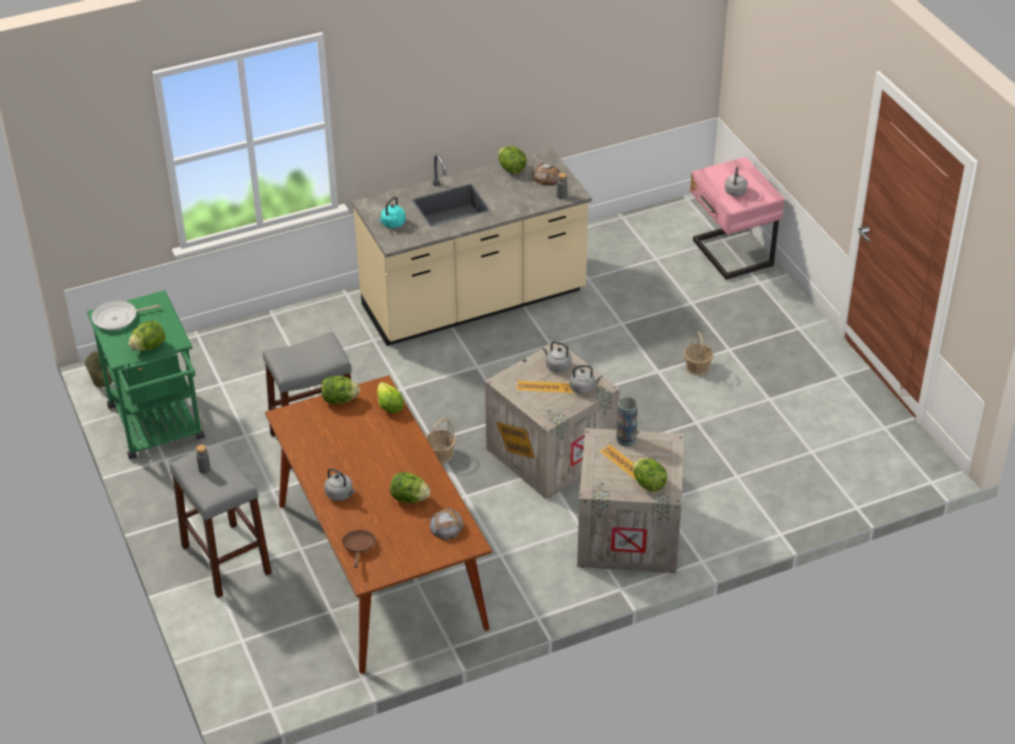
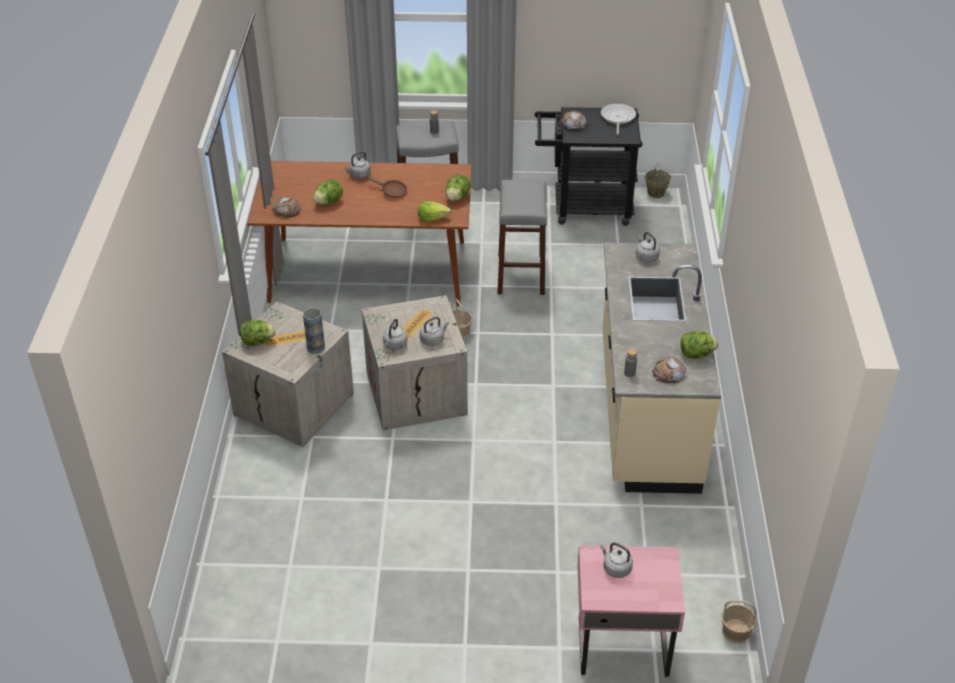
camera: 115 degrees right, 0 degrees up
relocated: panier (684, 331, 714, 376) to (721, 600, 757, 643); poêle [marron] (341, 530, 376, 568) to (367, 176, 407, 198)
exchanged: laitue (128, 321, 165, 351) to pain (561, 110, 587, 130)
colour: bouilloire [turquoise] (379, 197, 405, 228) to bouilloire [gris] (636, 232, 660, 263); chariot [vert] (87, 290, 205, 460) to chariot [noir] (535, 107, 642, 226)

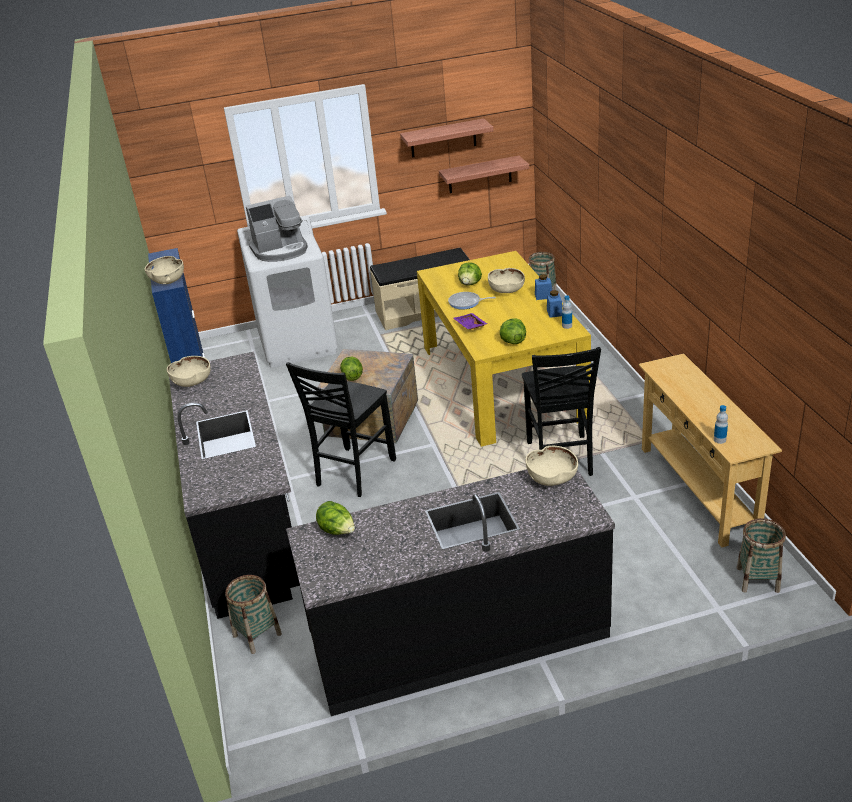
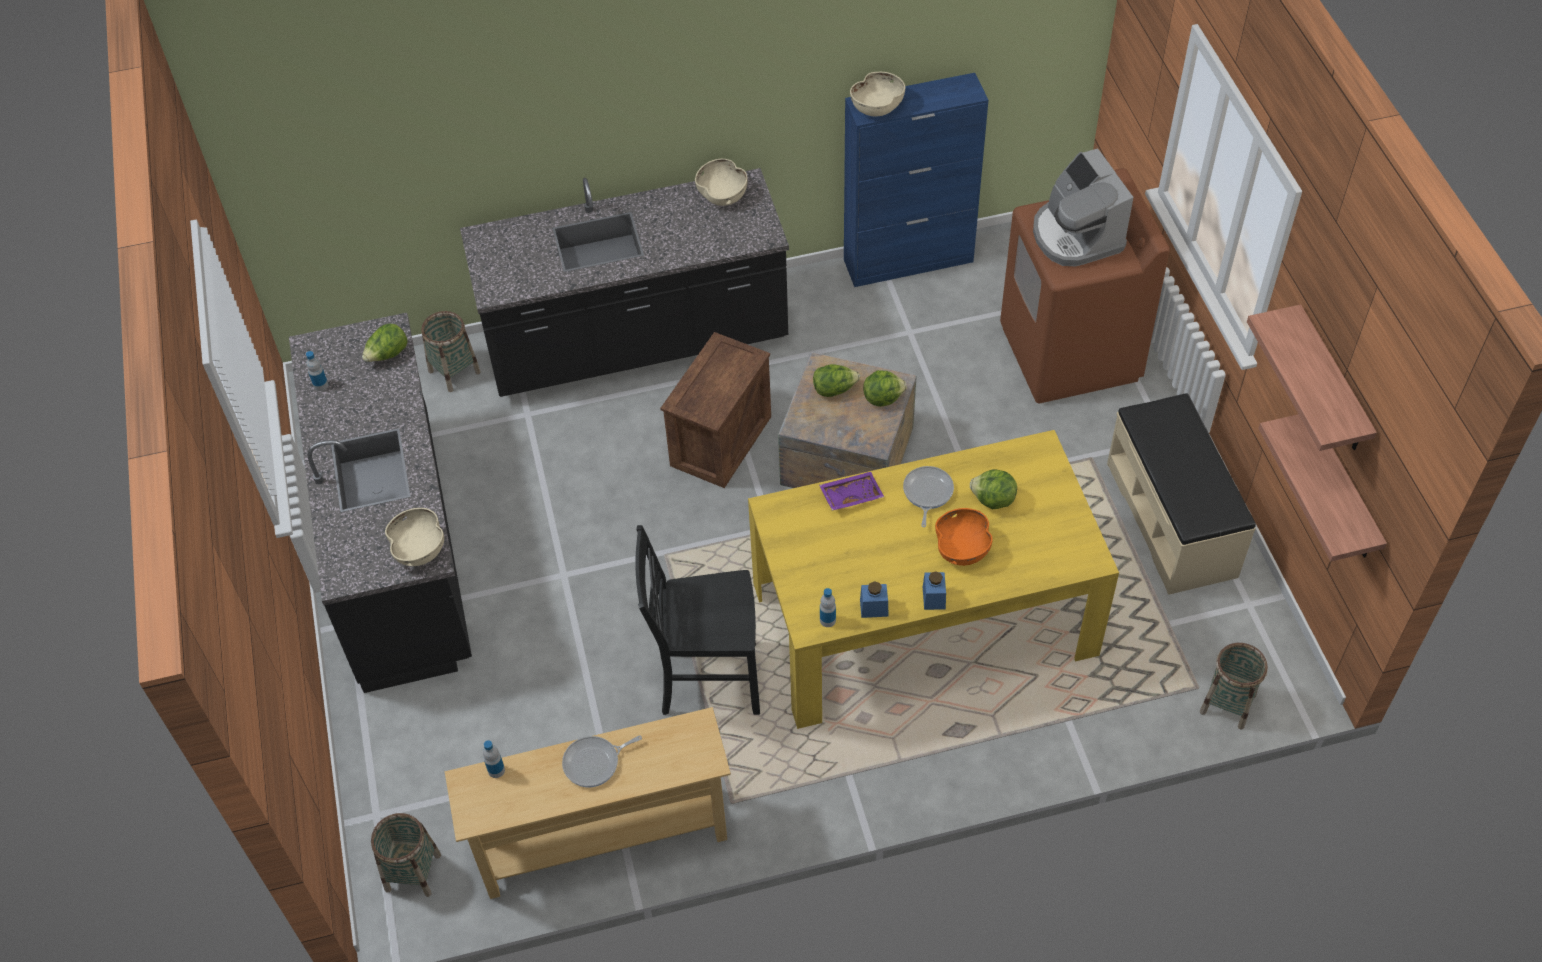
camera: 90 degrees right, 20 degrees up
appeared: bouteille (306, 351, 328, 391); poêle (562, 735, 642, 787)
relocated: laitue (500, 318, 526, 344) to (863, 370, 907, 407)
exchanged: chaise [noir] (286, 362, 396, 497) to caisse (660, 332, 771, 488)
colour: lave-linge [blanc] (237, 216, 338, 368) to lave-linge [marron] (1000, 168, 1170, 403); bol [beige] (488, 268, 525, 293) to bol [orange] (935, 508, 993, 566)

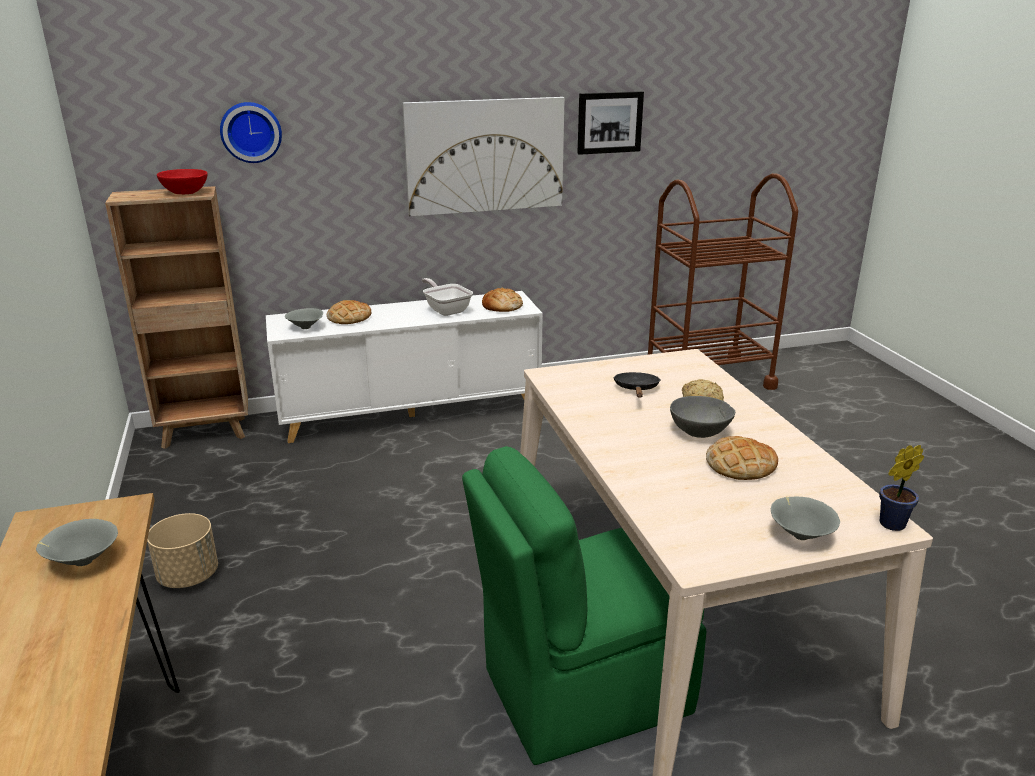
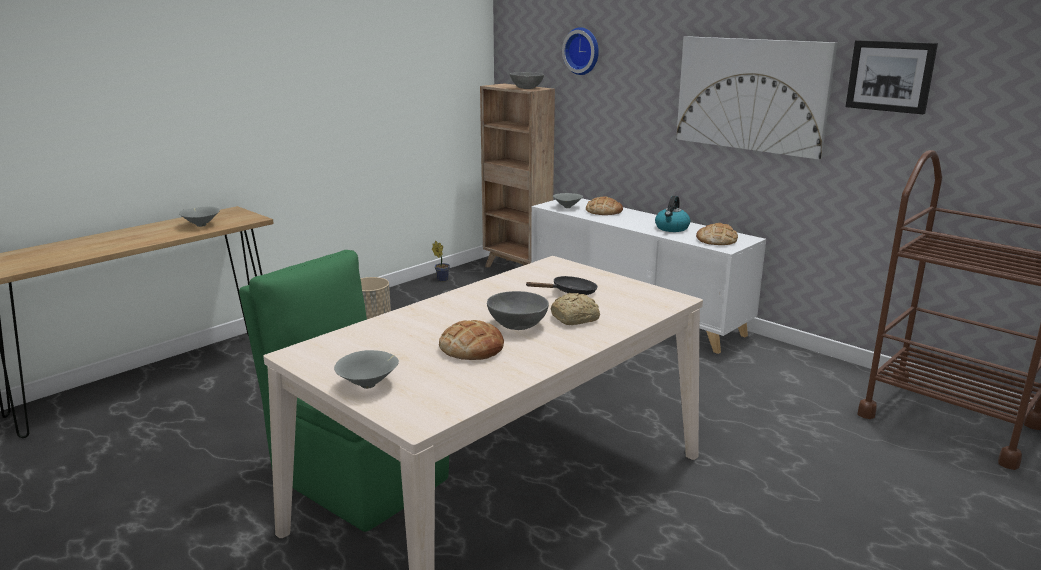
camera: 60 degrees right, 5 degrees down
relocated: plante en pot (879, 445, 924, 531) to (432, 241, 450, 282)
exchanged: poêle (422, 278, 473, 316) to bouilloire (655, 196, 690, 232)
colour: bol [rouge] (157, 169, 208, 194) to bol [gris] (510, 72, 544, 89)

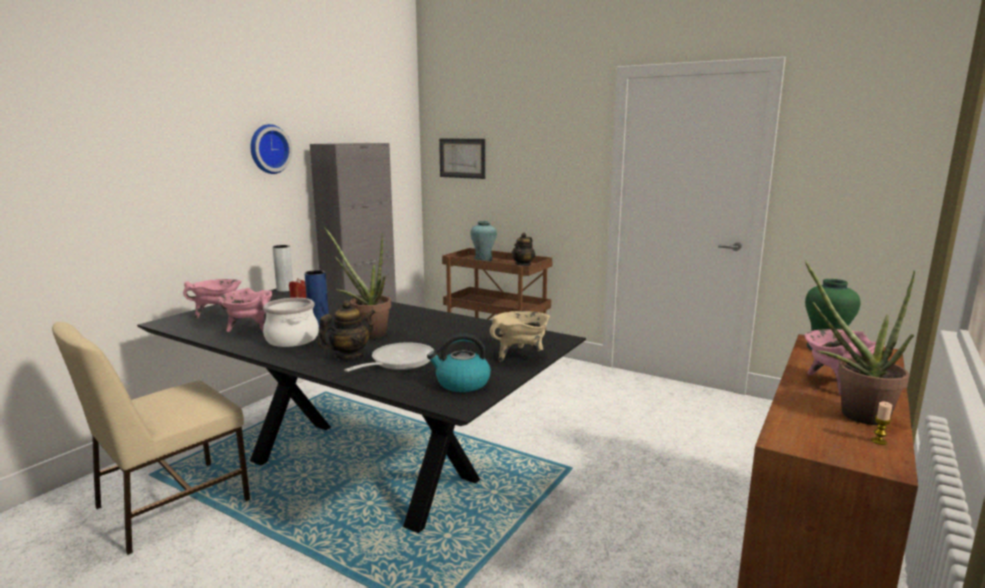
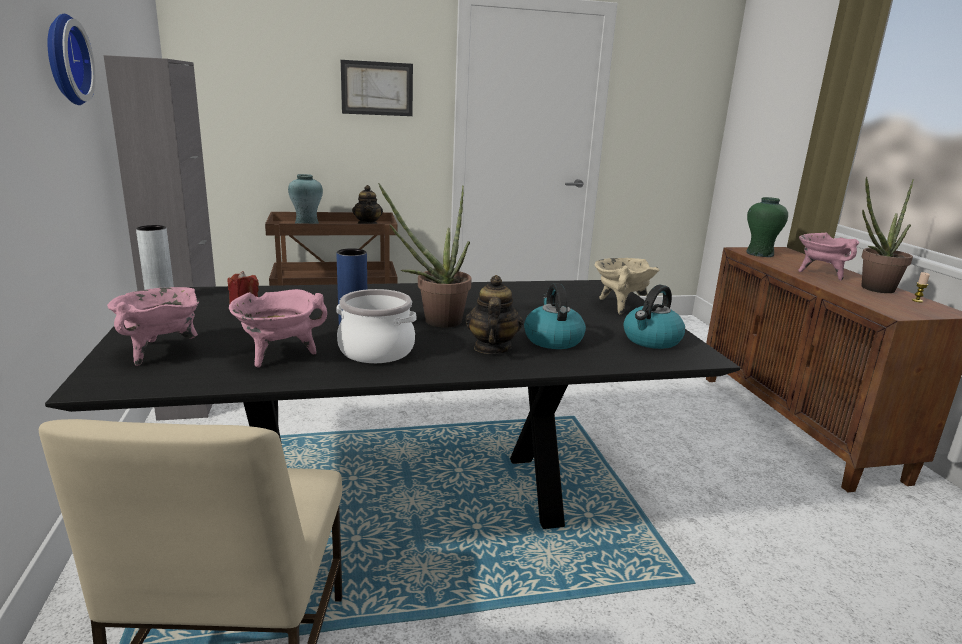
camera: 45 degrees left, 5 degrees up
relocated: tableau (439, 138, 485, 179) to (341, 60, 413, 116)
exchanged: poêle (344, 342, 434, 372) to bouilloire (524, 284, 586, 349)

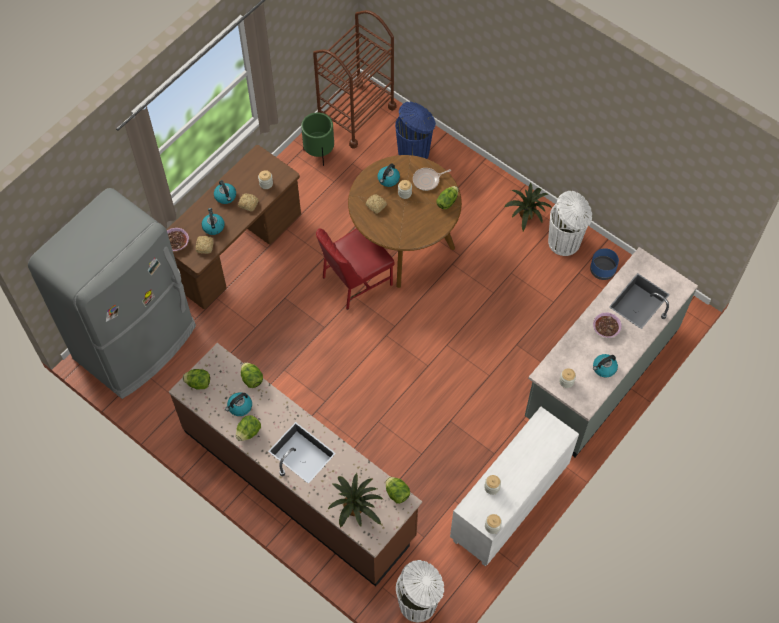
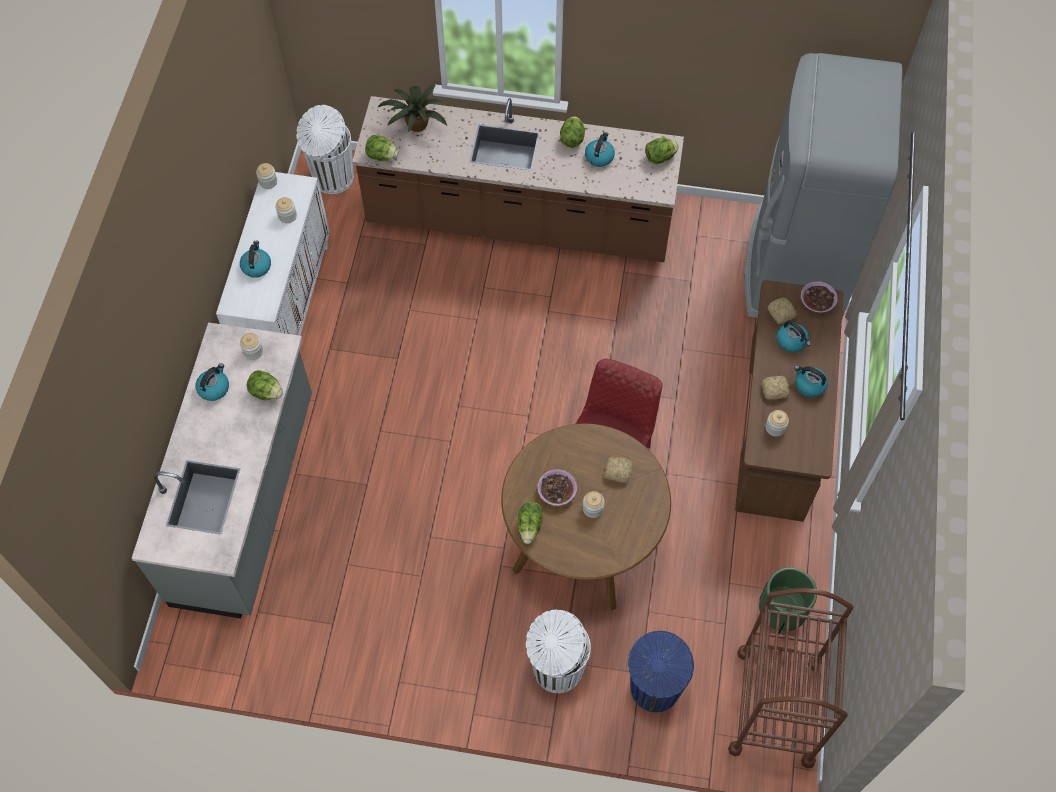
camera: 150 degrees right, 0 degrees up
missing: poêle (413, 168, 451, 191); plante en pot (505, 183, 552, 231); cache-pot [bleu] (590, 248, 619, 280)
relocated: bouilloire (378, 164, 400, 187) to (240, 241, 271, 278); poubelle [blanc] (548, 191, 592, 256) to (526, 609, 591, 693); bol (593, 313, 621, 338) to (538, 469, 577, 506); laitue (241, 362, 263, 388) to (247, 370, 283, 400)

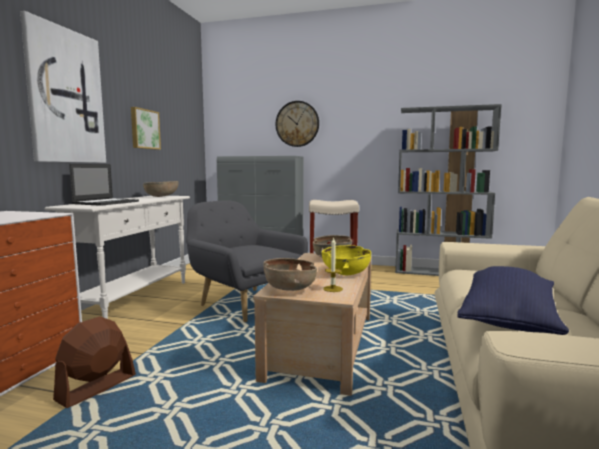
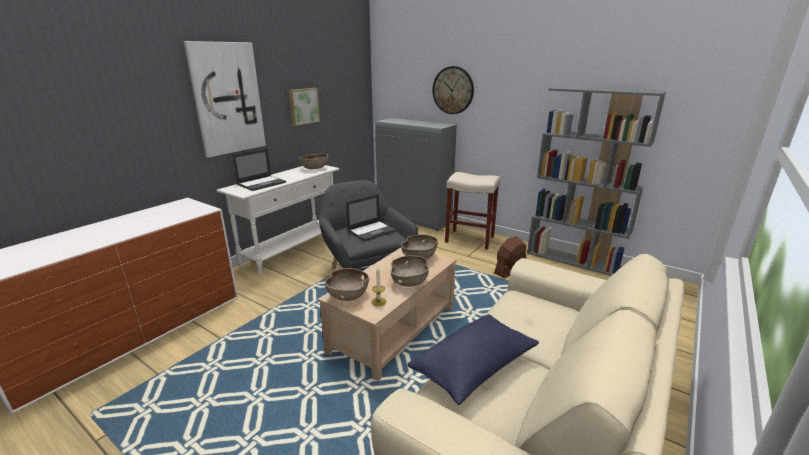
camera: 20 degrees right, 15 degrees up
appeared: ordinateur portable (346, 194, 397, 241)
relocated: ventilateur [marron] (53, 316, 136, 408) to (494, 236, 527, 278)
colour: bol [jaune] (322, 245, 371, 275) to bol [marron] (391, 255, 429, 287)

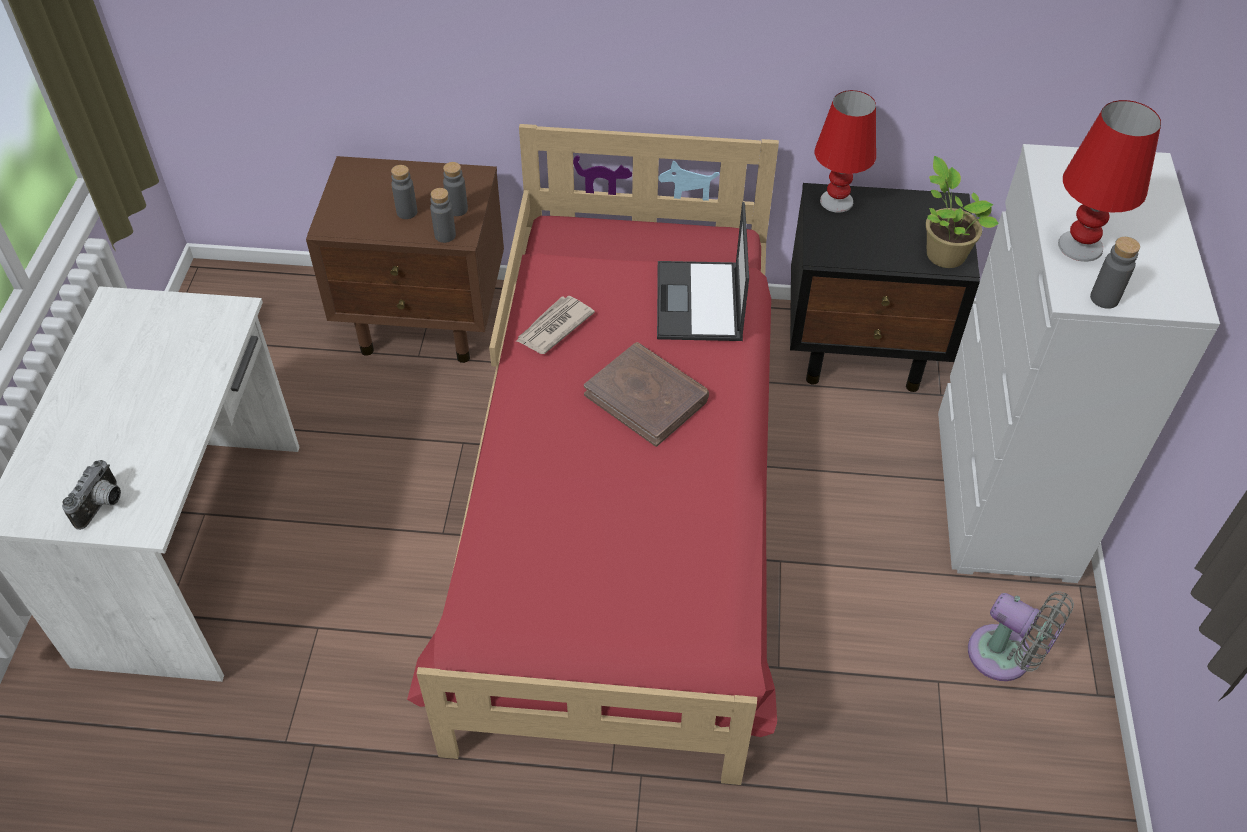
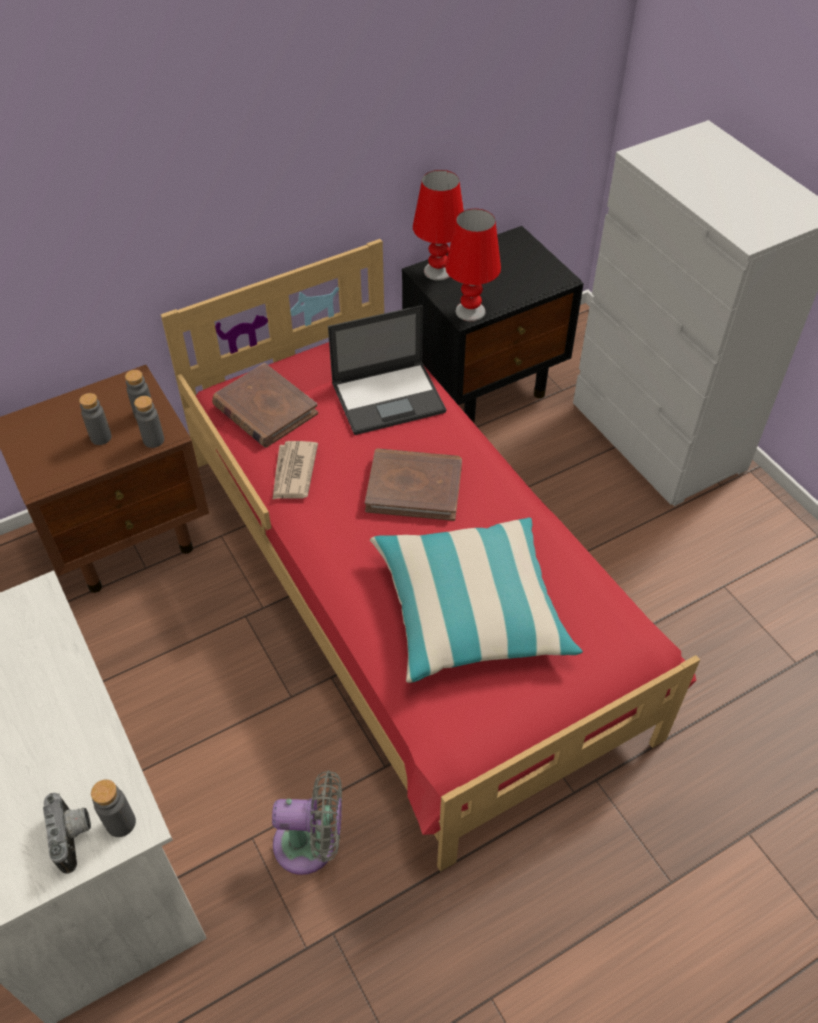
camera: 35 degrees left, 0 degrees up
missing: plante en pot (926, 156, 998, 268)
appeared: livre [marron] (212, 363, 318, 448); coussin (370, 518, 583, 683)
relocated: lampe de table [rouge] (1058, 100, 1161, 262) to (445, 209, 501, 321); bouteille [gris] (1090, 237, 1140, 309) to (91, 779, 136, 837); ventilateur [gris] (968, 592, 1074, 681) to (272, 771, 342, 875)
spun: ordinateur portable (657, 202, 749, 341) = (328, 305, 447, 435) 75 degrees counterclockwise

